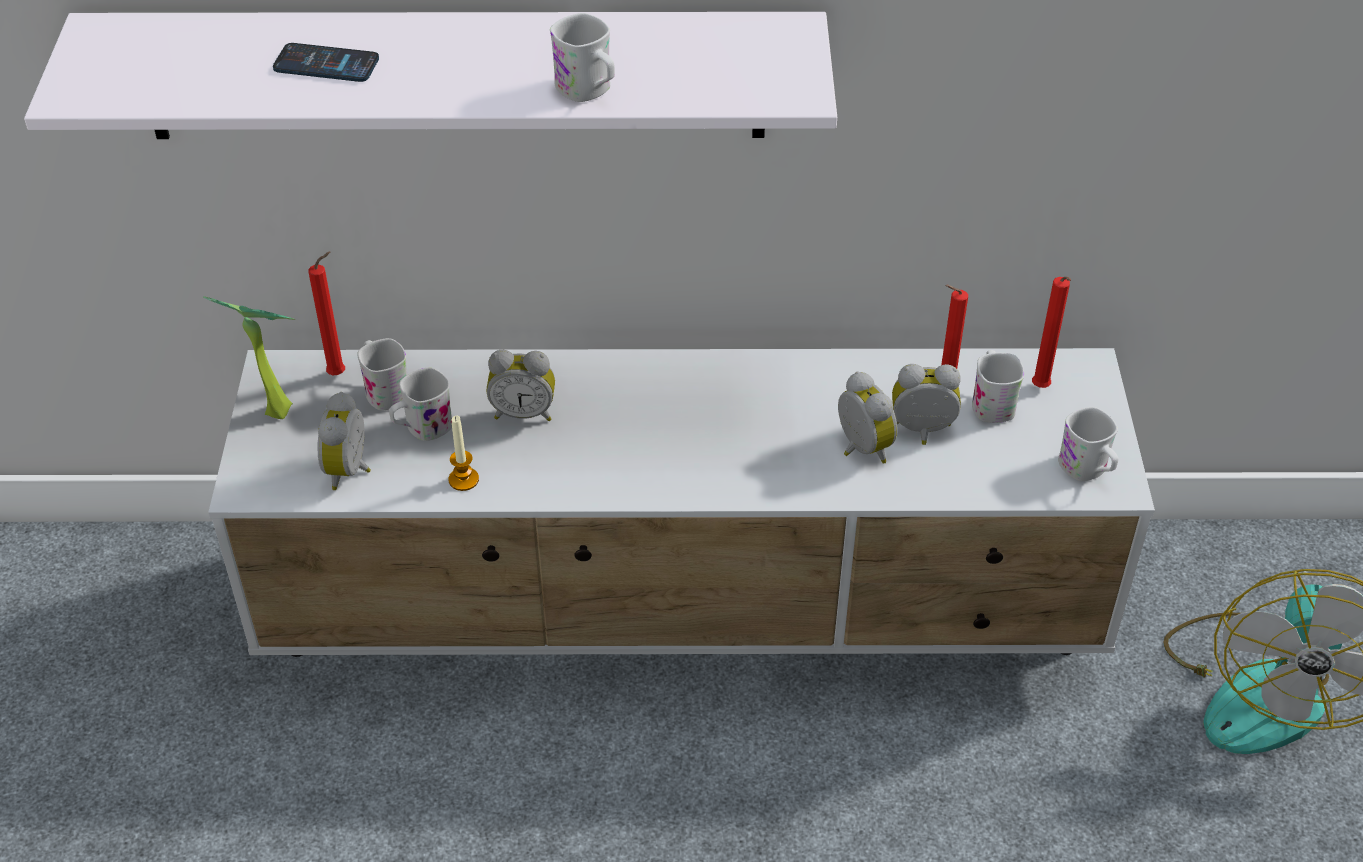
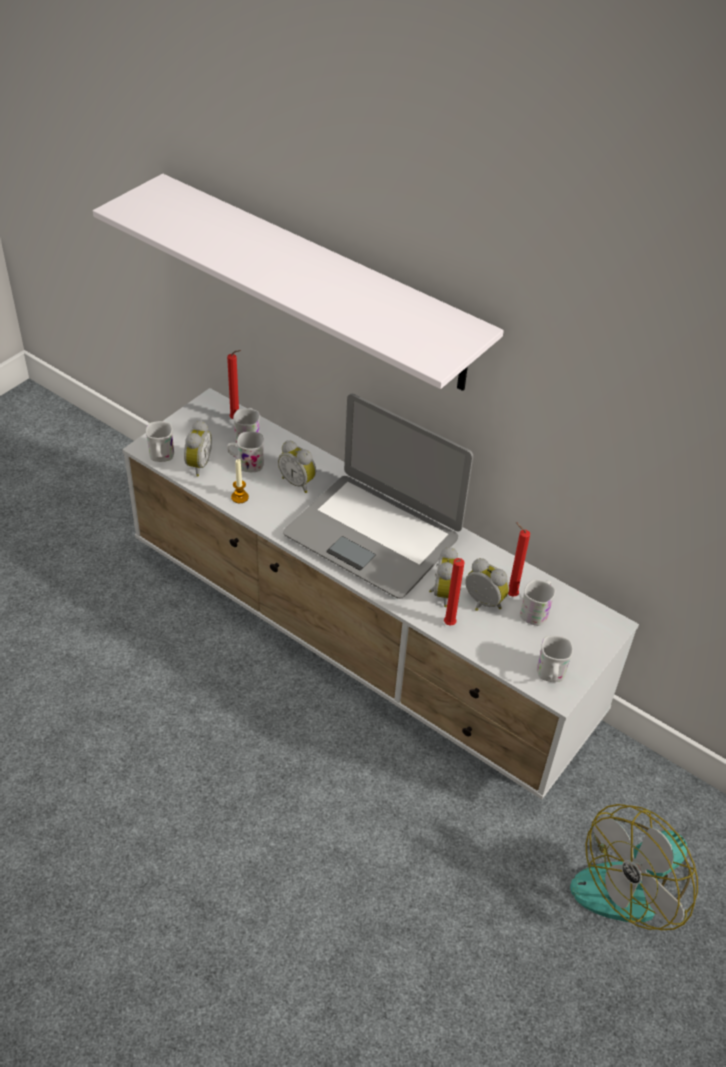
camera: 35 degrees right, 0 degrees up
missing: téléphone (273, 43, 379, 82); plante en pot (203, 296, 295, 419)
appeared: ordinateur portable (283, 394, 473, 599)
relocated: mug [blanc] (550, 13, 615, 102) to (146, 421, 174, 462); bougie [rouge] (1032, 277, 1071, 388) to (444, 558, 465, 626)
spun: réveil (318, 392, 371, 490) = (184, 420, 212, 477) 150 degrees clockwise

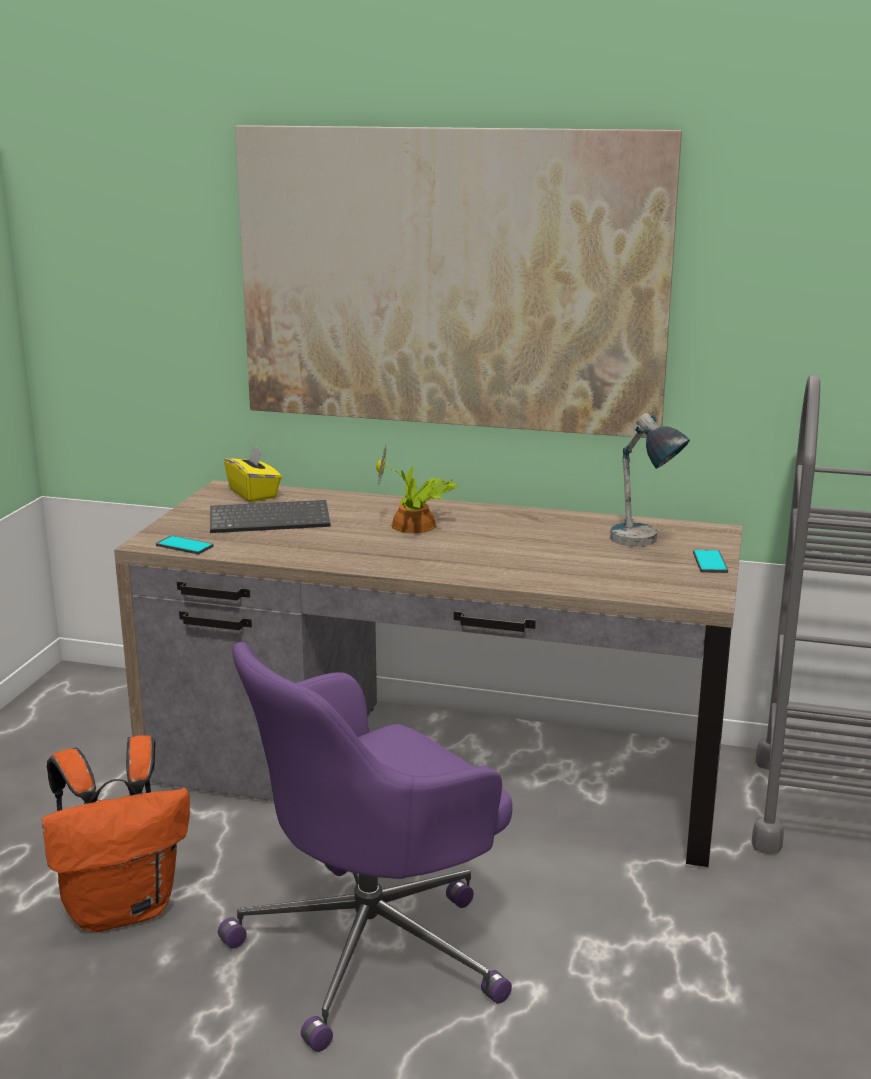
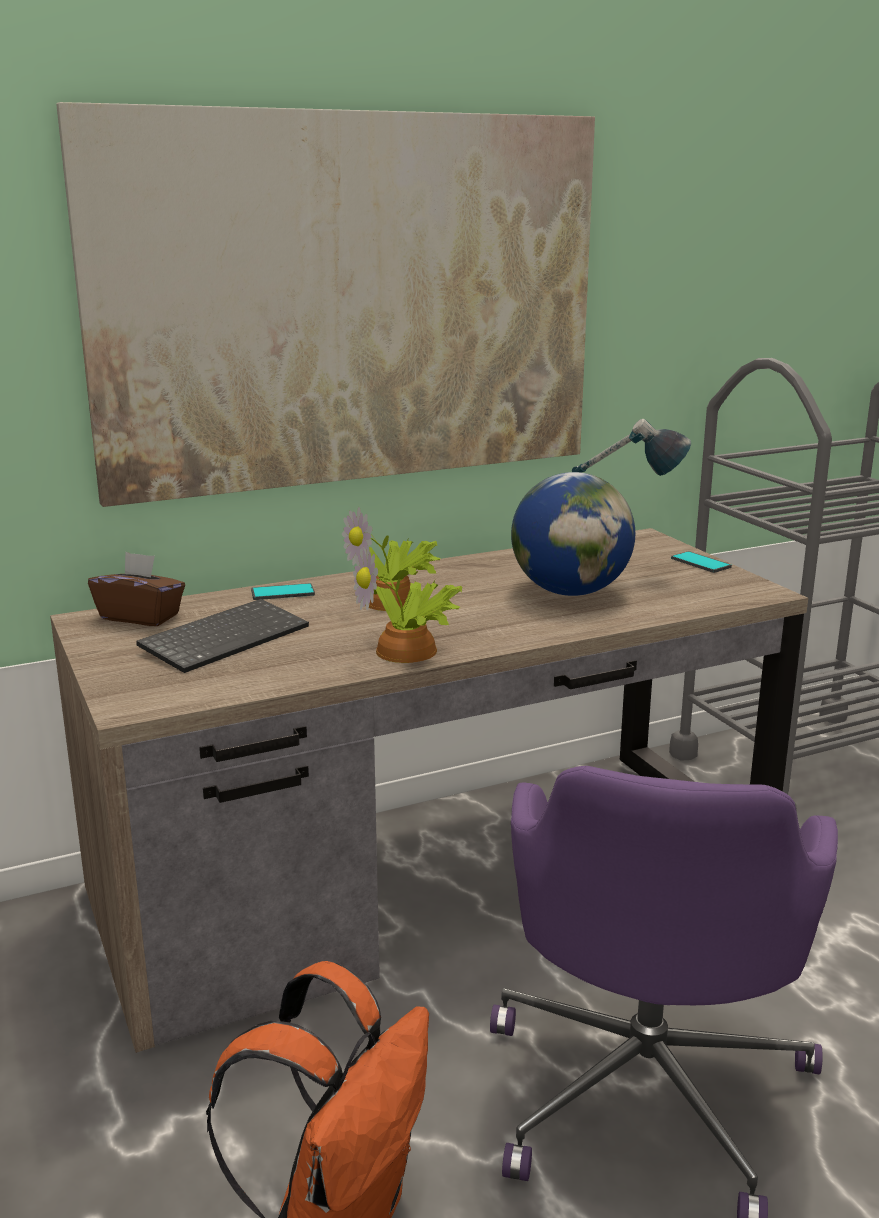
camera: 40 degrees left, 0 degrees up
appeared: globe (511, 472, 635, 596); plante en pot (353, 545, 462, 663)
relocated: téléphone (156, 536, 214, 554) to (251, 583, 315, 600)
colour: boîte à mouchoirs [jaune] (224, 445, 282, 502) to boîte à mouchoirs [marron] (88, 552, 185, 626)

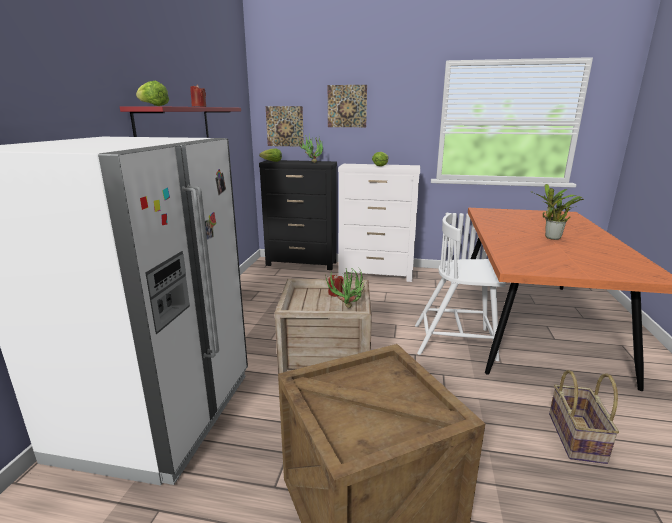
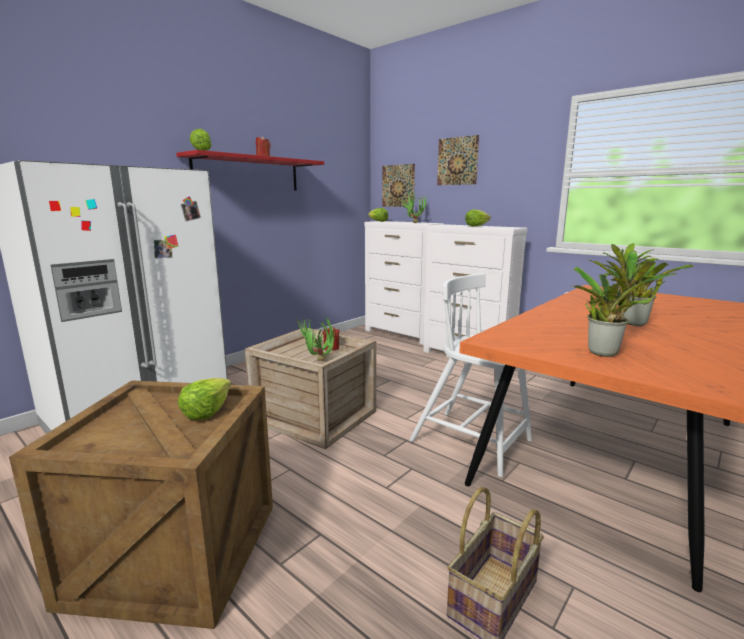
camera: 30 degrees right, 5 degrees down
appeared: plante en pot (570, 251, 676, 357); laitue (178, 378, 231, 420)
colour: commode [noir] (259, 160, 337, 270) to commode [blanc] (364, 221, 444, 345)

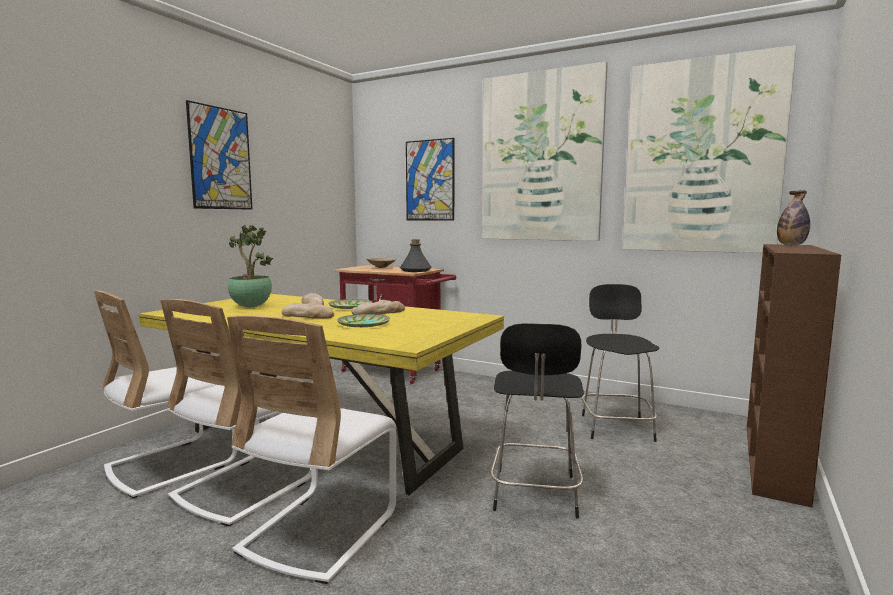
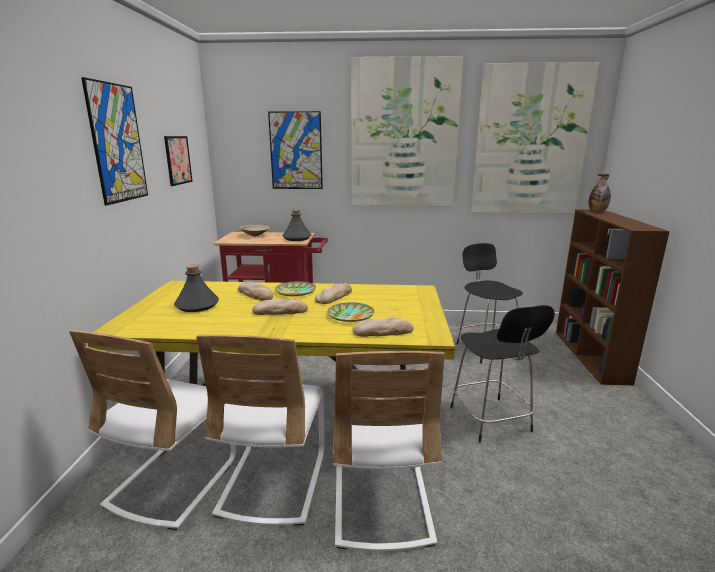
camera: 25 degrees left, 10 degrees up
appeared: tableau (164, 136, 193, 186); pain (353, 317, 413, 337)
exchanged: plante en pot (228, 225, 273, 307) to bouteille [gris] (174, 265, 219, 312)

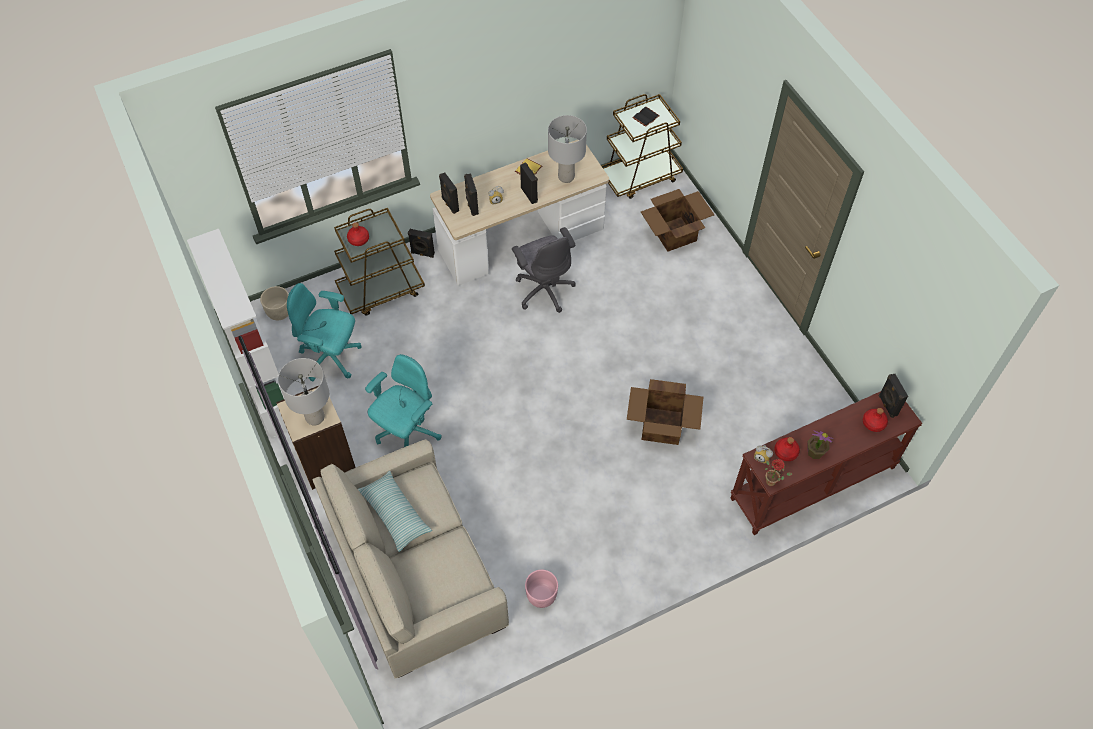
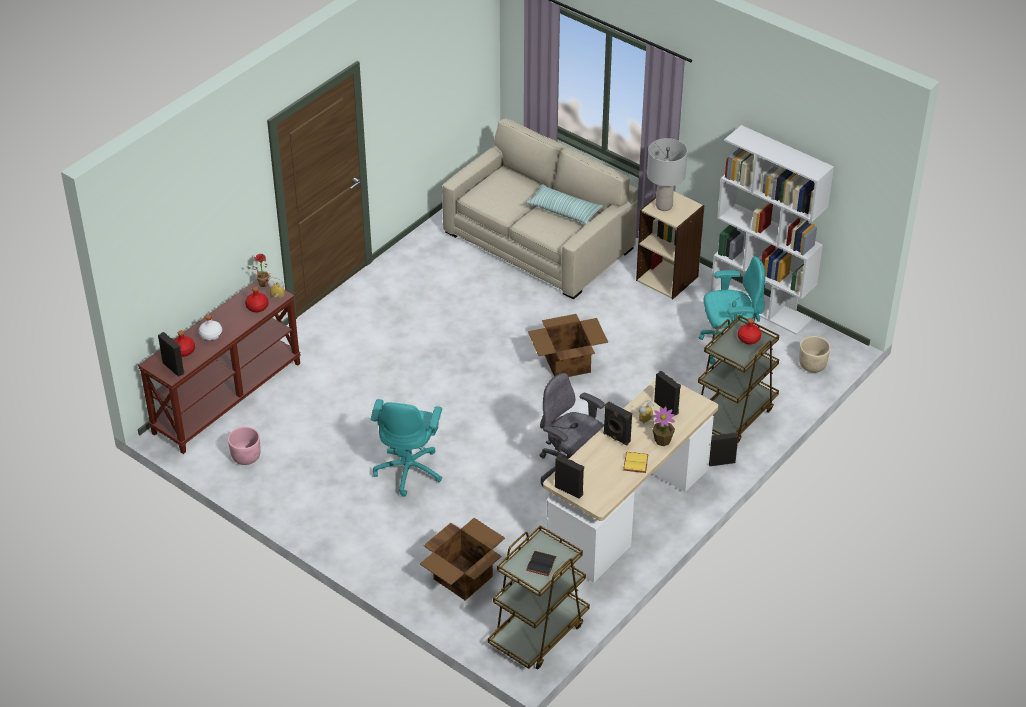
camera: 155 degrees right, 15 degrees down
missing: lampe de table [gris] (548, 115, 587, 183)
appeared: bouteille [blanc] (199, 315, 222, 341)
relocated: enceinte [noir] (439, 173, 459, 214) to (555, 455, 584, 499); chaise de bureau [turquoise] (365, 354, 441, 447) to (371, 399, 442, 497); carton (627, 379, 703, 445) to (528, 314, 608, 377); plante en pot (808, 430, 833, 459) to (652, 406, 675, 446); cache-pot [rose] (525, 570, 558, 608) to (228, 427, 261, 465)

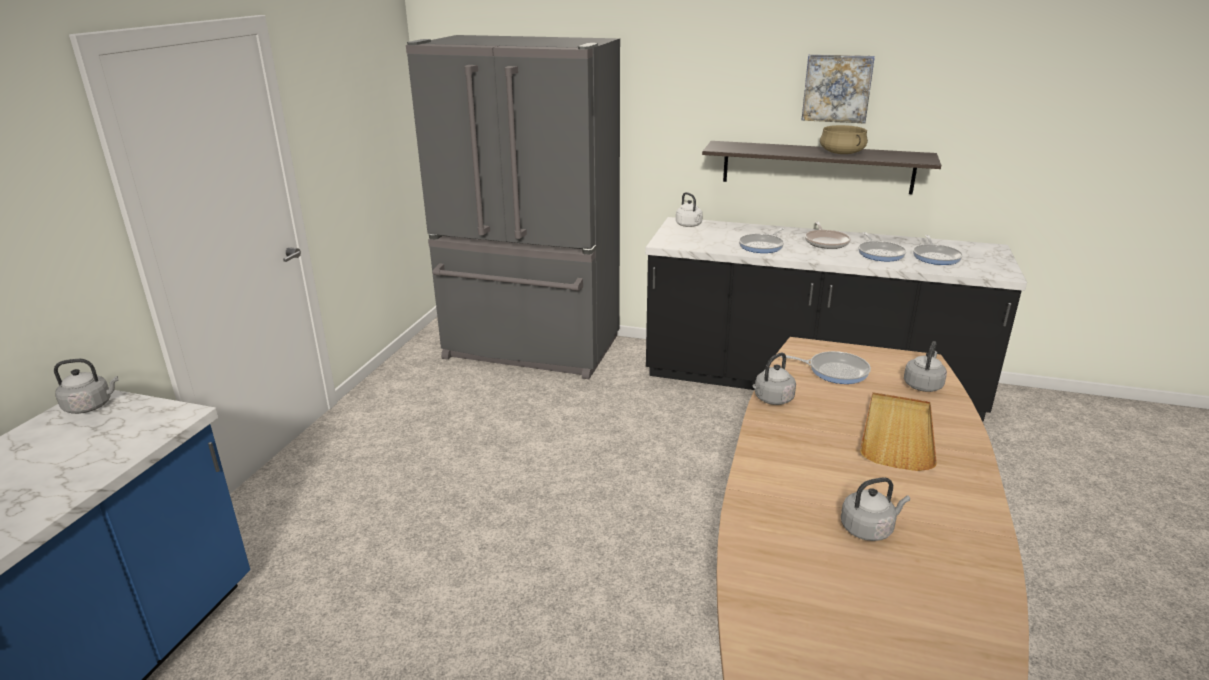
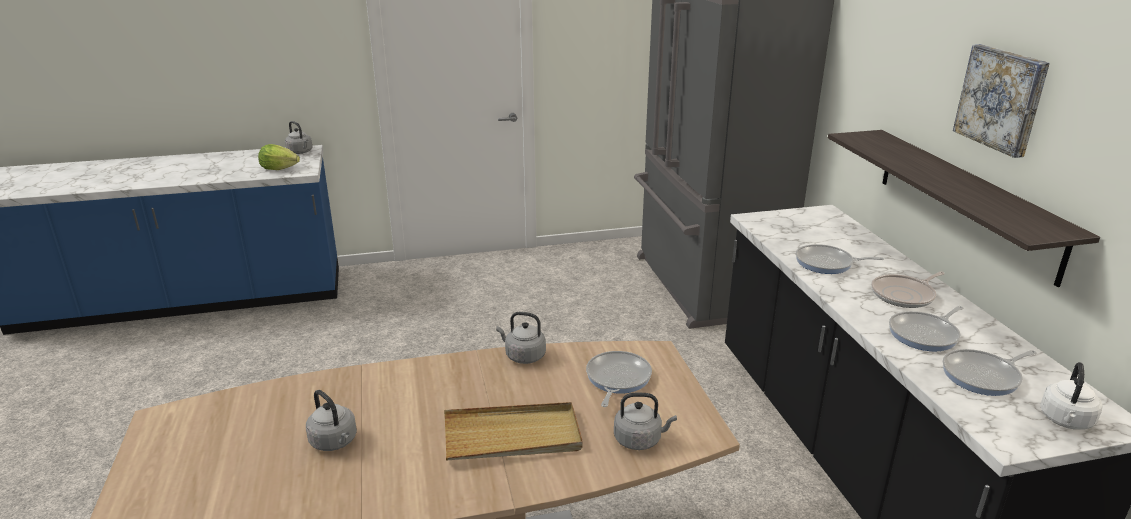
camera: 60 degrees right, 0 degrees up
missing: marmite [beige] (820, 125, 868, 154)
appeared: laitue (258, 144, 300, 170)
relocated: bouilloire [blanc] (676, 192, 703, 227) to (1040, 362, 1103, 430)
spun: poêle (780, 351, 871, 384) = (586, 351, 652, 407) 150 degrees counterclockwise

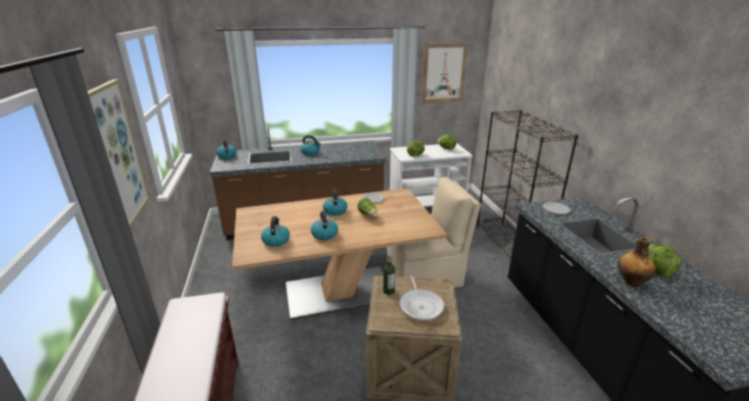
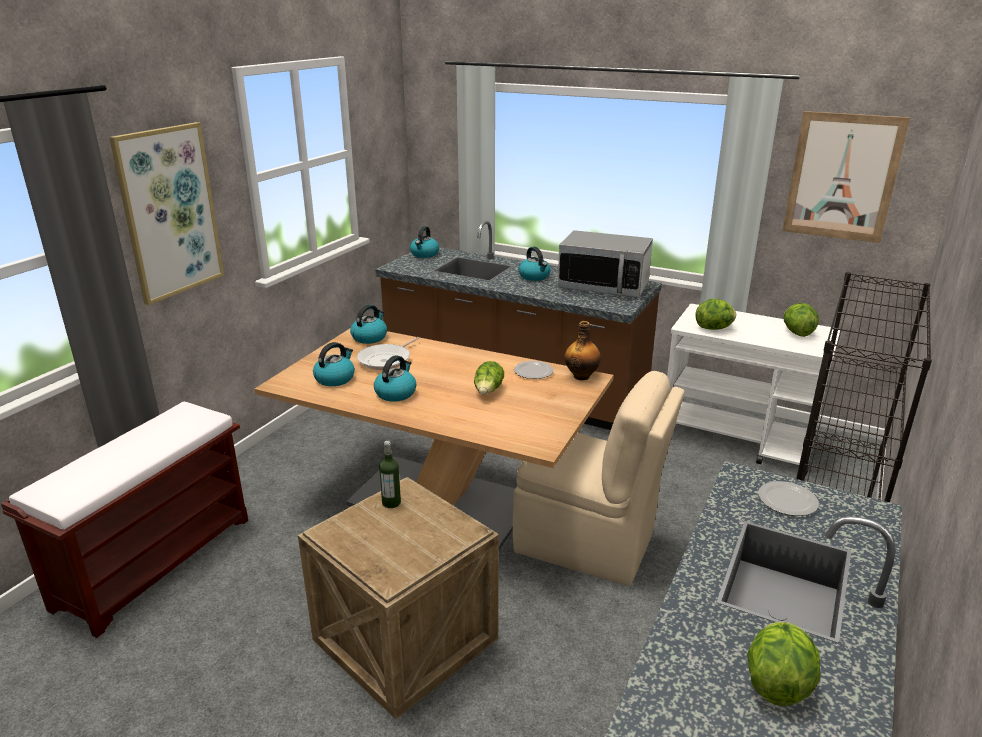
camera: 40 degrees right, 0 degrees up
appeared: micro-ondes (557, 230, 653, 298)
relocated: bouilloire (323, 189, 347, 216) to (350, 304, 387, 344); bouteille (618, 237, 656, 287) to (564, 321, 601, 380); poêle (400, 276, 444, 320) to (357, 337, 419, 370)

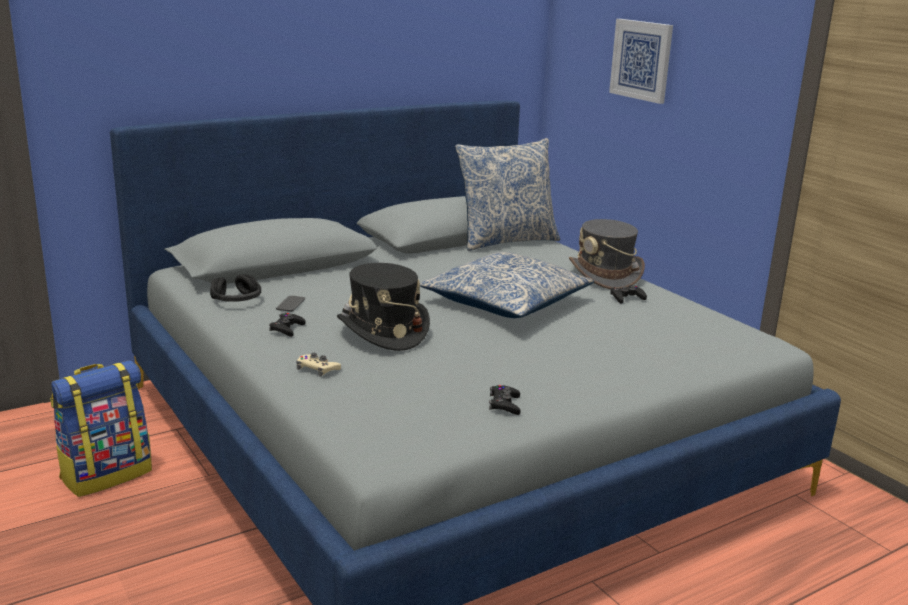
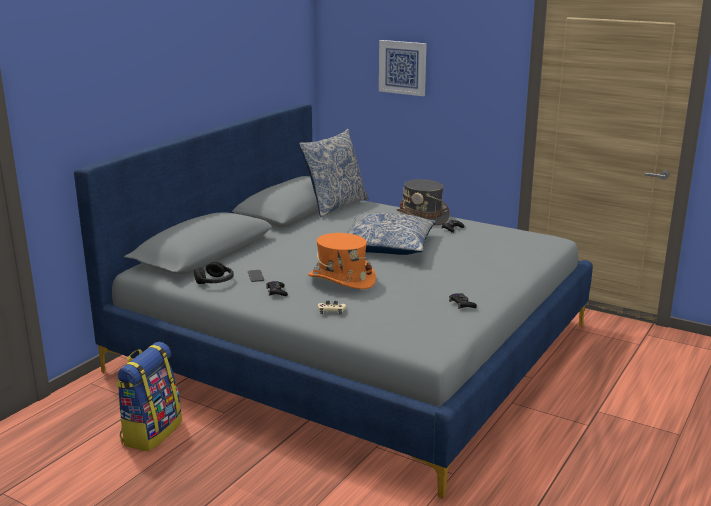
camera: 25 degrees left, 0 degrees up
colour: chapeau [noir] (337, 263, 430, 351) to chapeau [orange] (308, 233, 376, 289)

